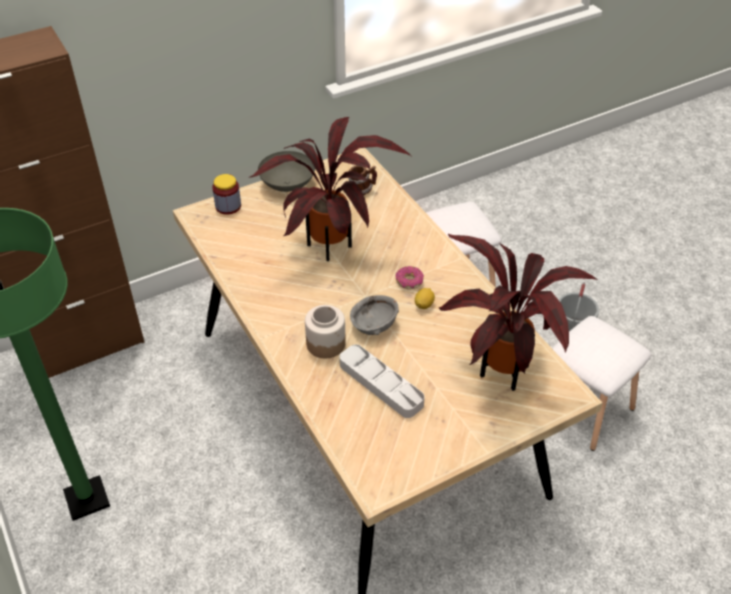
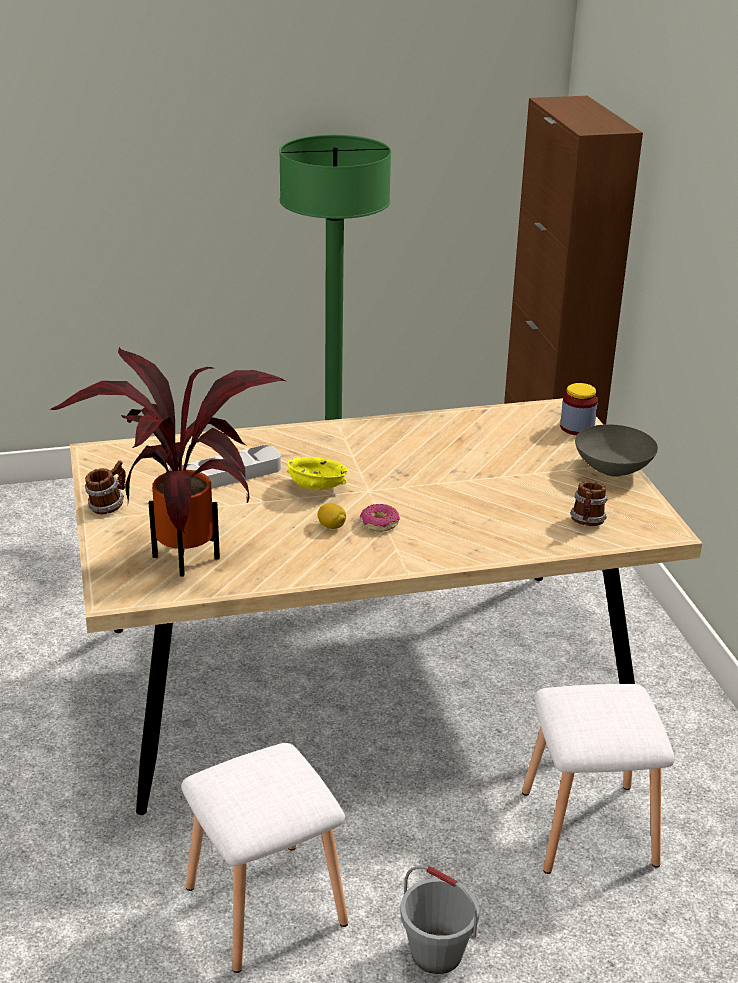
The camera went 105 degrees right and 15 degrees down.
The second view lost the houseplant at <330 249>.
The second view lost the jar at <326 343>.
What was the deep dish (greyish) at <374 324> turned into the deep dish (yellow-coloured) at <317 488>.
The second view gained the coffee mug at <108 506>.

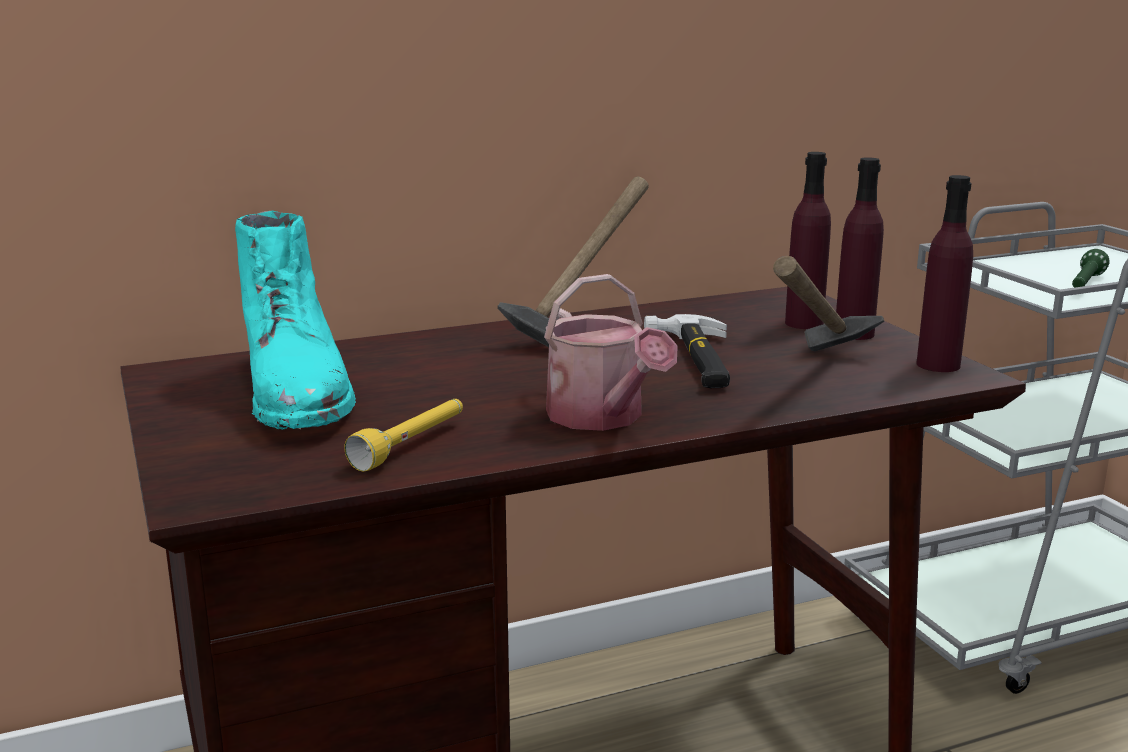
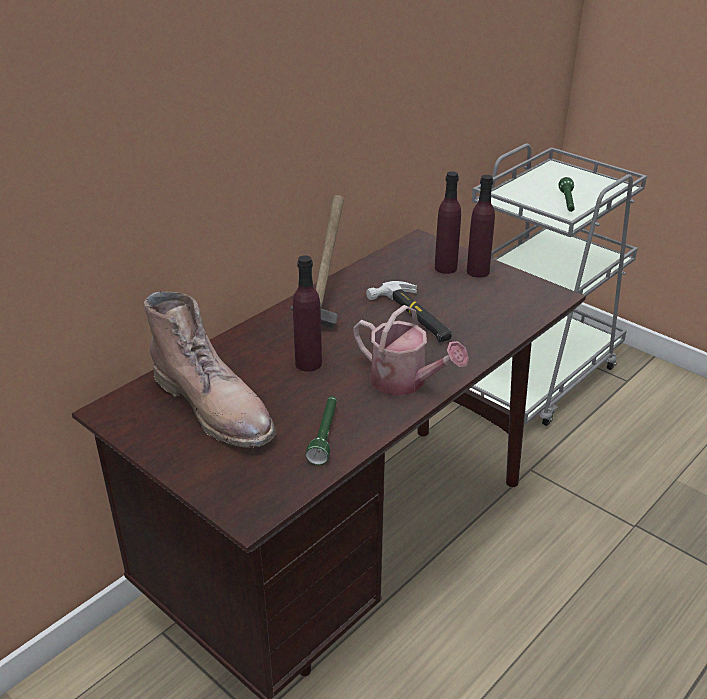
The camera went 25 degrees left and 15 degrees up.
What was the boot (turquoise) at <299 392> turned into the boot (brown-coloured) at <216 407>.
What was the torch (yellow-coloured) at <411 445> turned into the torch (greenish) at <325 435>.
The second view lost the hammer at <817 380>.
The bottle (purple-coloured) ended up elsewhere, having gone from <938 365> to <308 363>.

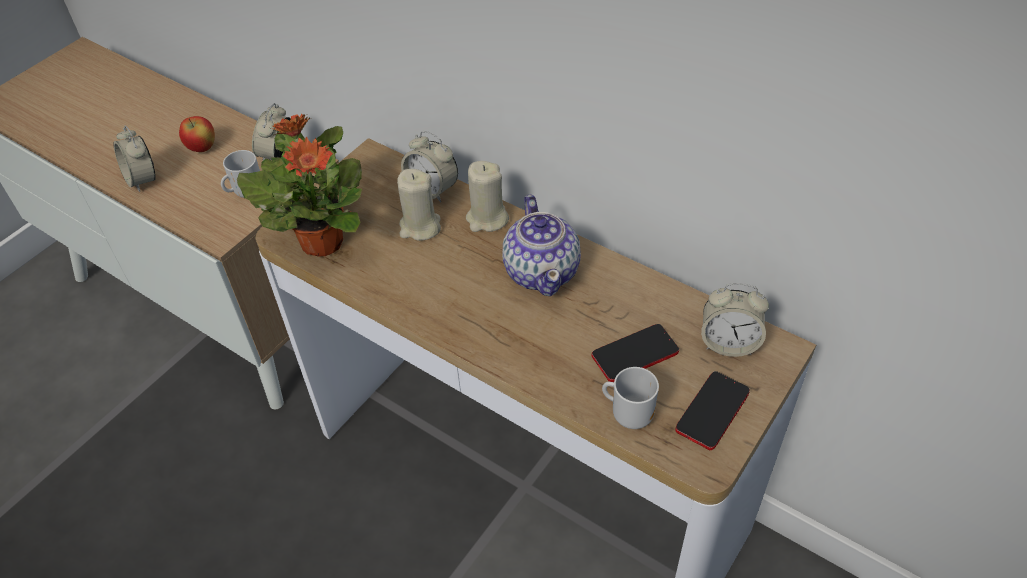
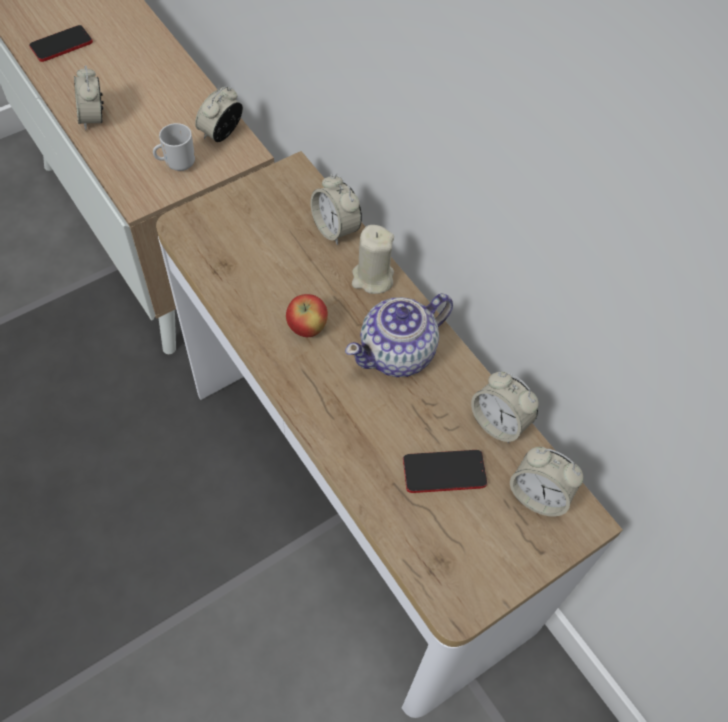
The camera went 15 degrees right and 10 degrees up.
The apple fruit ended up elsewhere, having gone from <202 148> to <307 328>.
The second view lost the houseplant at <322 241>.
The second view lost the wax light (beige-coloured) at <420 227>.
The tea pot at <542 271> ended up facing another way, 45 degrees clockwise from before.
The second view lost the coffee mug at <630 414>.
The telephone ended up elsewhere, having gone from <712 411> to <61 45>.
The second view gained the bedside clock at <499 422>.

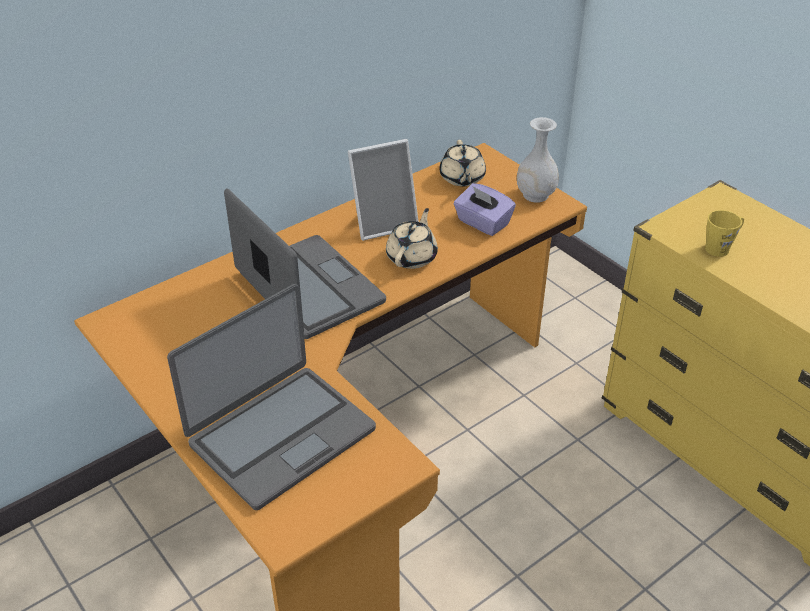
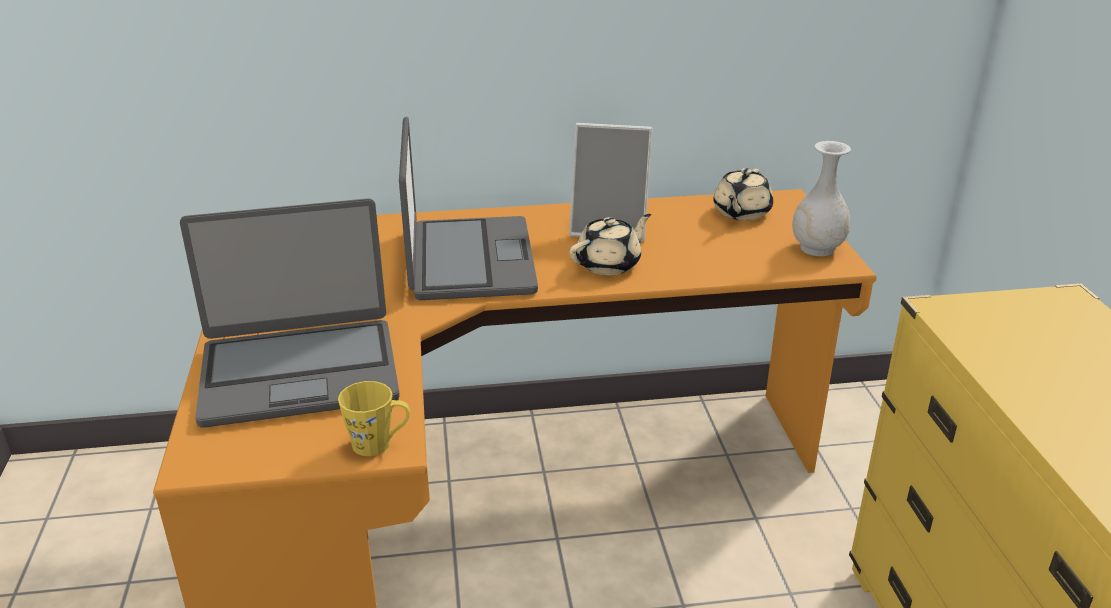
The camera went 30 degrees right and 10 degrees down.
The second view lost the box of tissues (purple-coloured) at <482 223>.
The coffee mug (yellow-coloured) ended up elsewhere, having gone from <720 248> to <379 444>.

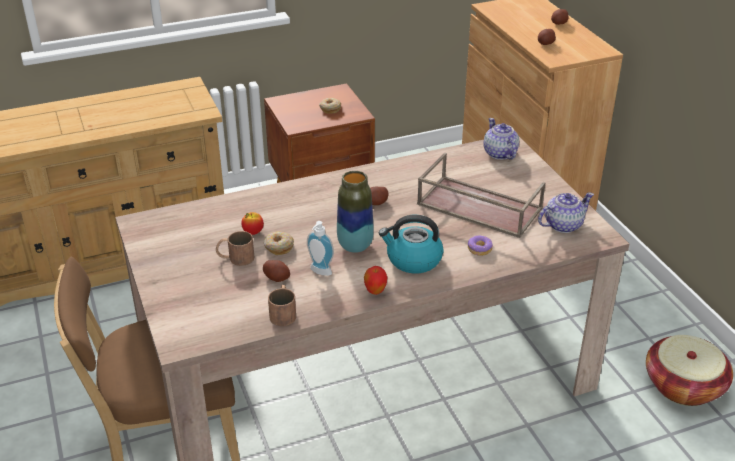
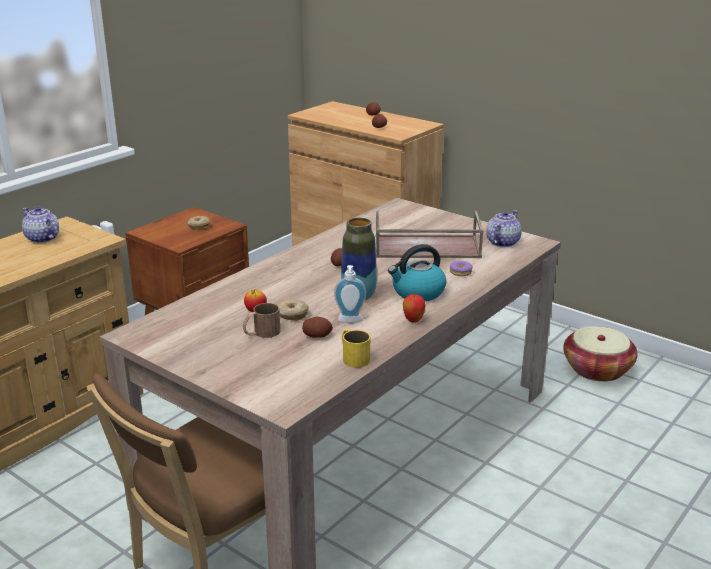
The camera went 30 degrees left and 10 degrees down.
What was the coffee mug (brown-coloured) at <283 312> turned into the coffee mug (yellow-coloured) at <353 357>.
The tea pot ended up elsewhere, having gone from <500 154> to <42 238>.

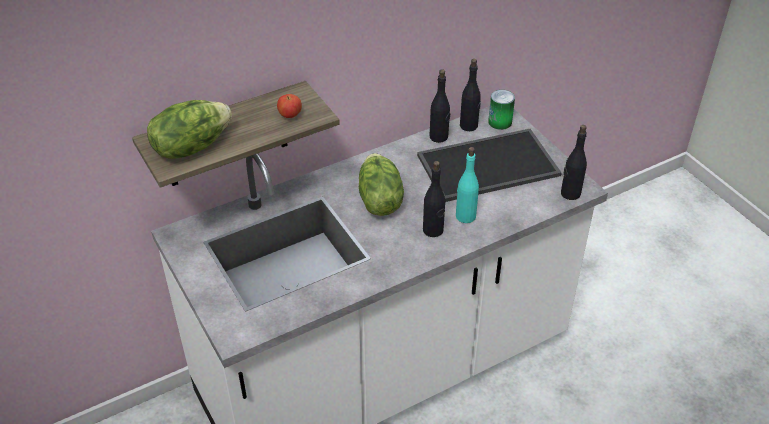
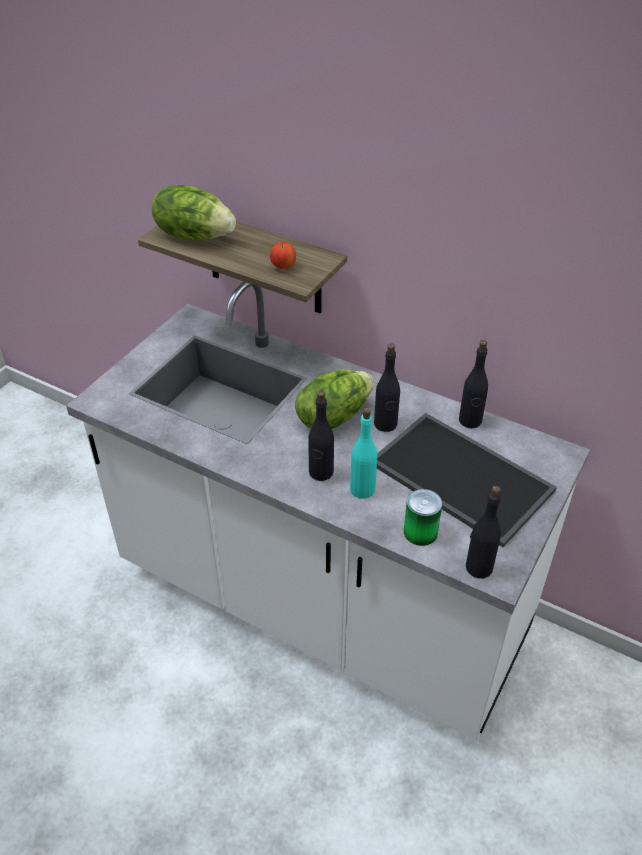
The camera went 60 degrees right and 0 degrees up.
The bottle (blackish) ended up elsewhere, having gone from <469 126> to <385 424>.
The metal can ended up elsewhere, having gone from <500 122> to <420 532>.

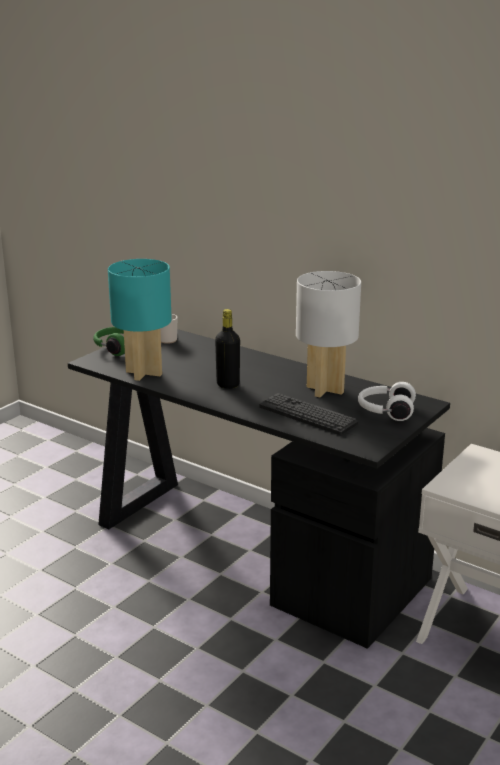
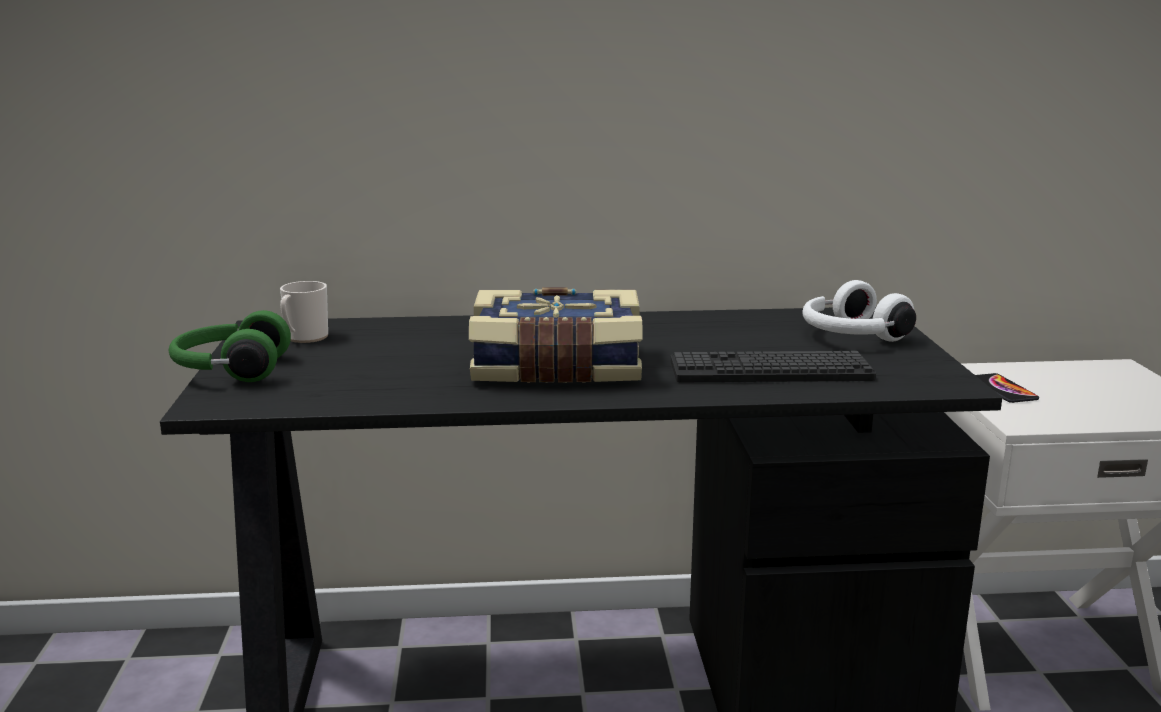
The camera went 40 degrees left and 5 degrees down.
The second view lost the table lamp (turquoise) at <143 373>.
Where the bottle (blackish) stood at <228 384>, the bound book came to stand at <556 367>.
The second view lost the table lamp (whitish) at <326 389>.
The second view gained the telephone at <1002 389>.

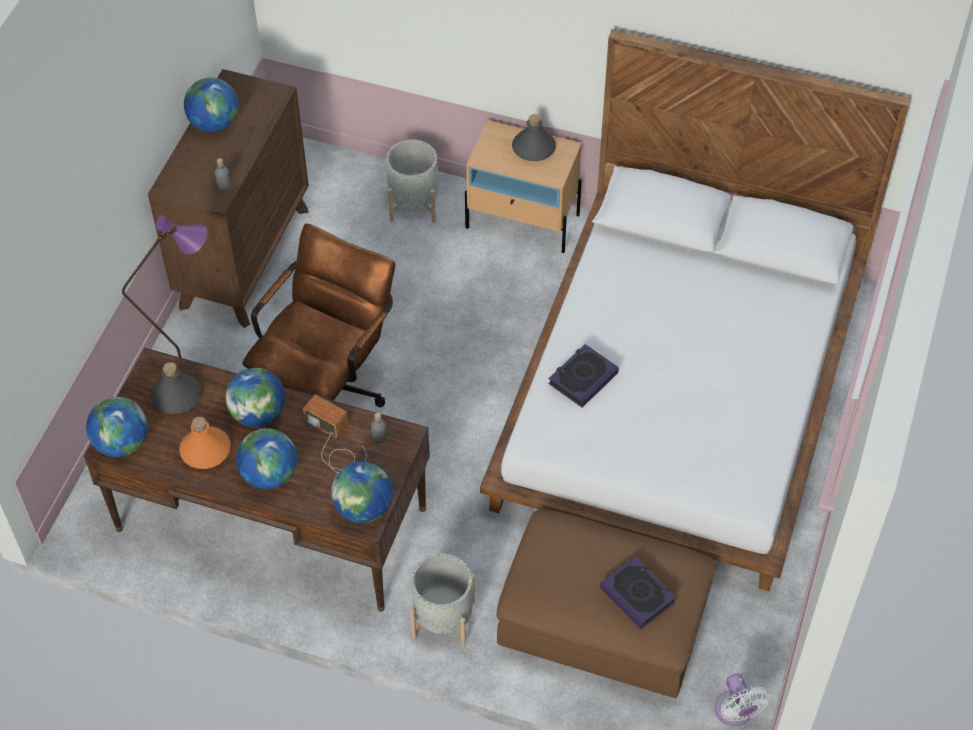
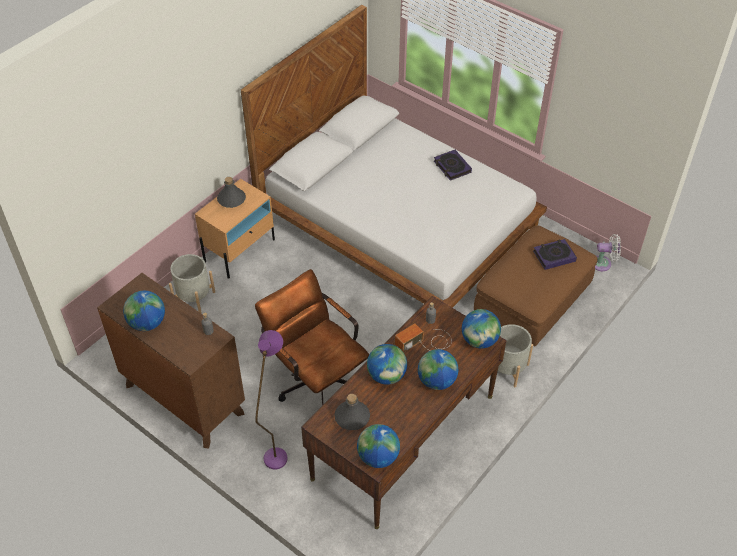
The camera went 70 degrees left and 5 degrees down.
The second view lost the bottle (orange-coloured) at <205 450>.
The bound book ended up elsewhere, having gone from <583 378> to <452 167>.

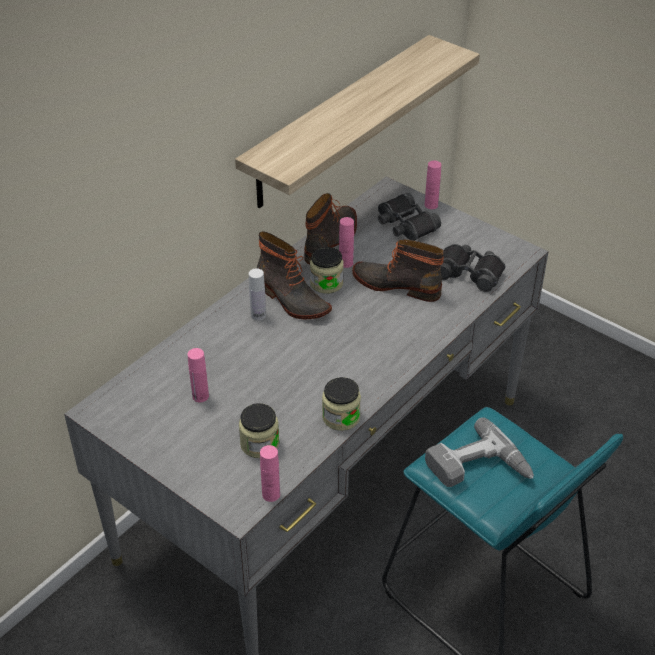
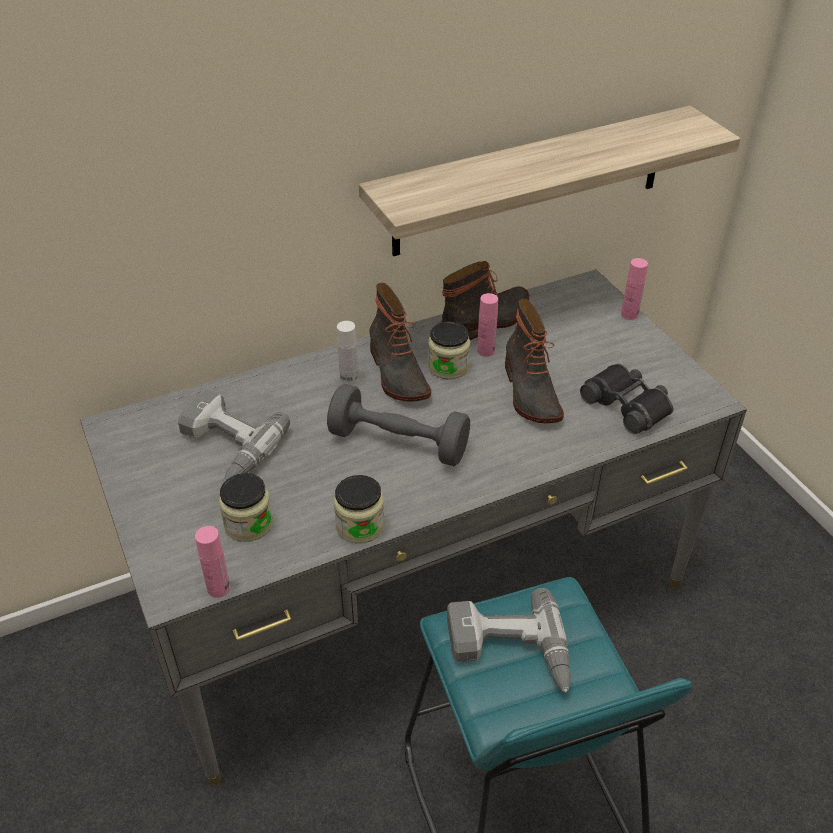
The camera went 25 degrees right and 0 degrees up.
Where the bottle (pinkish) stood at <200 396>, the drill came to stand at <225 447>.
The boot at <397 284> ended up facing another way, 150 degrees counterclockwise from before.
The second view lost the binoculars (blackish) at <405 225>.
The second view gained the dumbbell (greyish) at <398 443>.

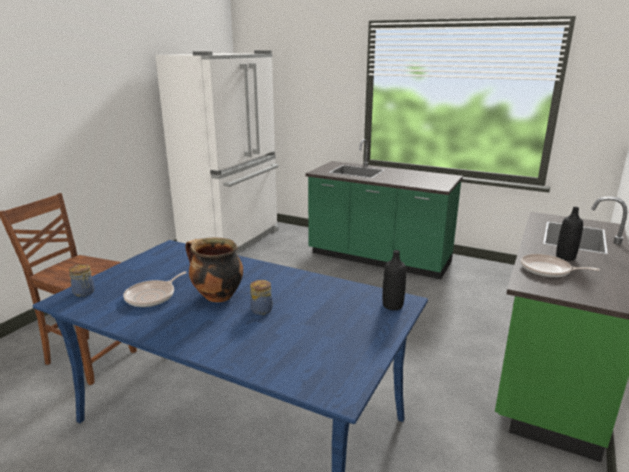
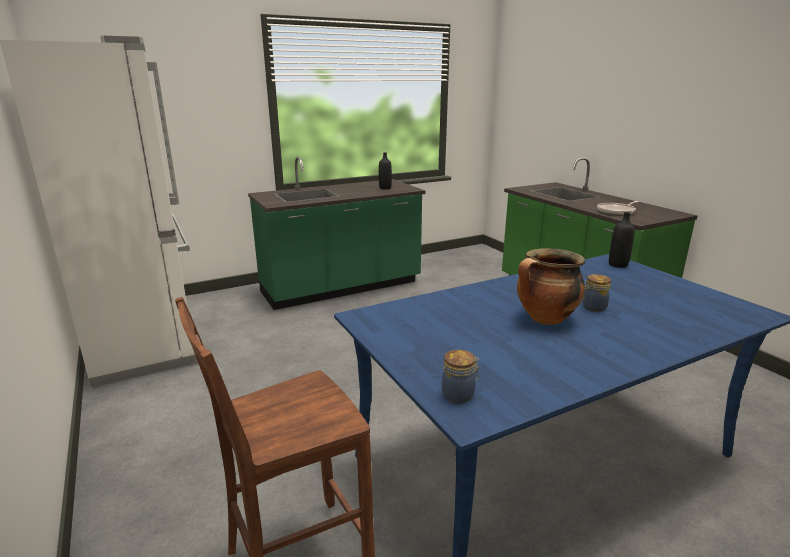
The camera went 55 degrees left and 0 degrees up.
The second view lost the pan at <152 296>.
The bottle (blackish) ended up elsewhere, having gone from <565 257> to <385 188>.

